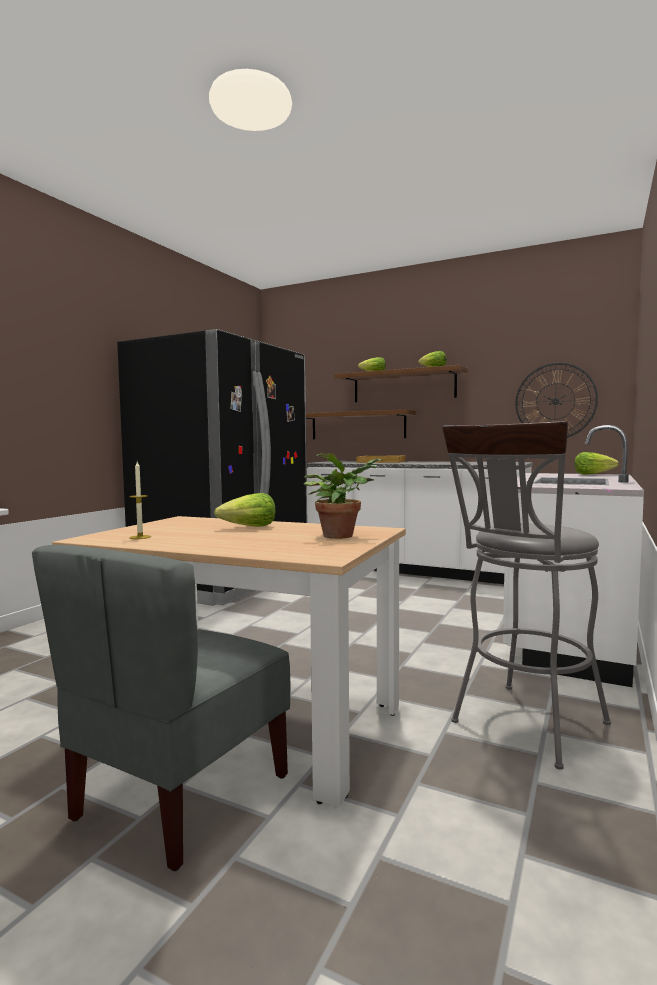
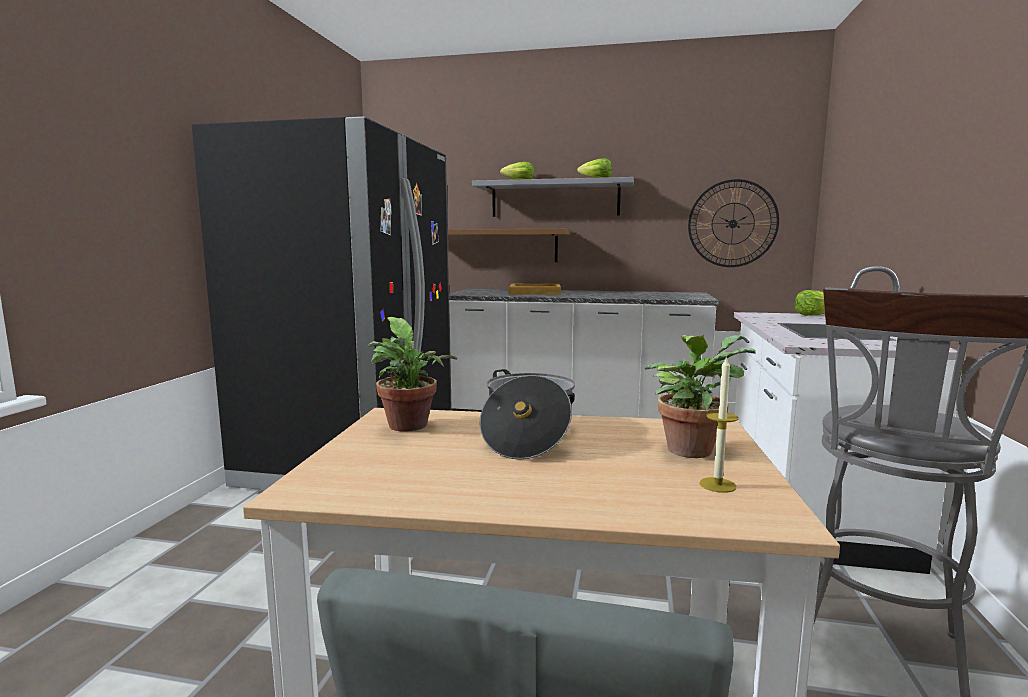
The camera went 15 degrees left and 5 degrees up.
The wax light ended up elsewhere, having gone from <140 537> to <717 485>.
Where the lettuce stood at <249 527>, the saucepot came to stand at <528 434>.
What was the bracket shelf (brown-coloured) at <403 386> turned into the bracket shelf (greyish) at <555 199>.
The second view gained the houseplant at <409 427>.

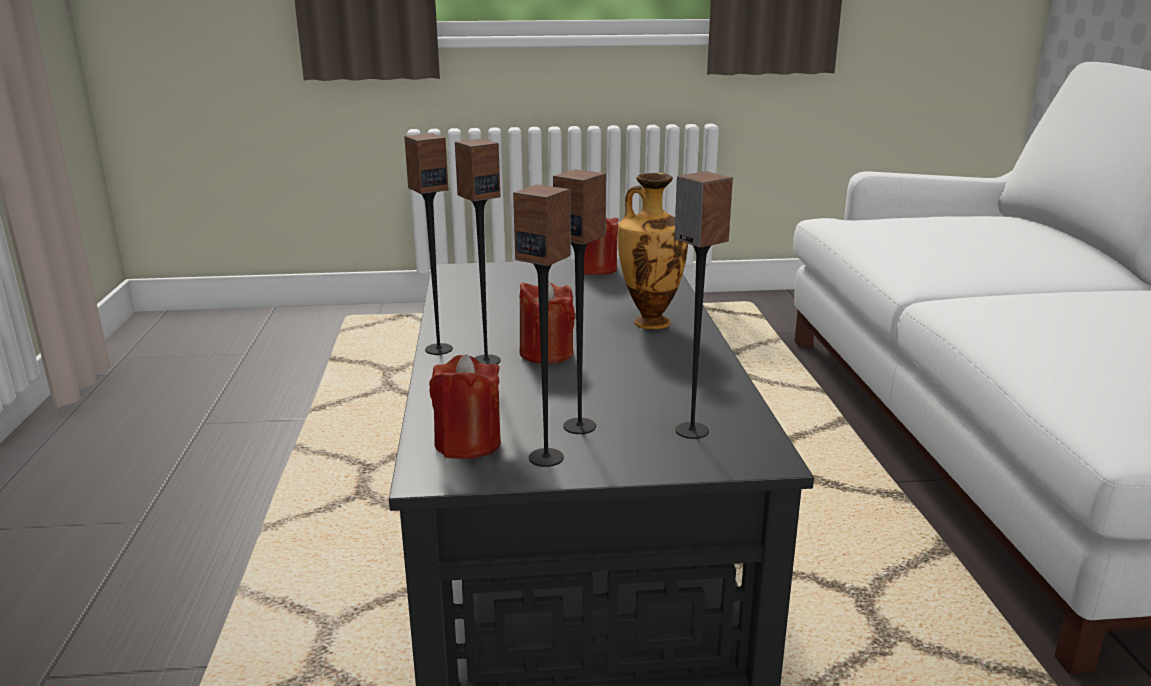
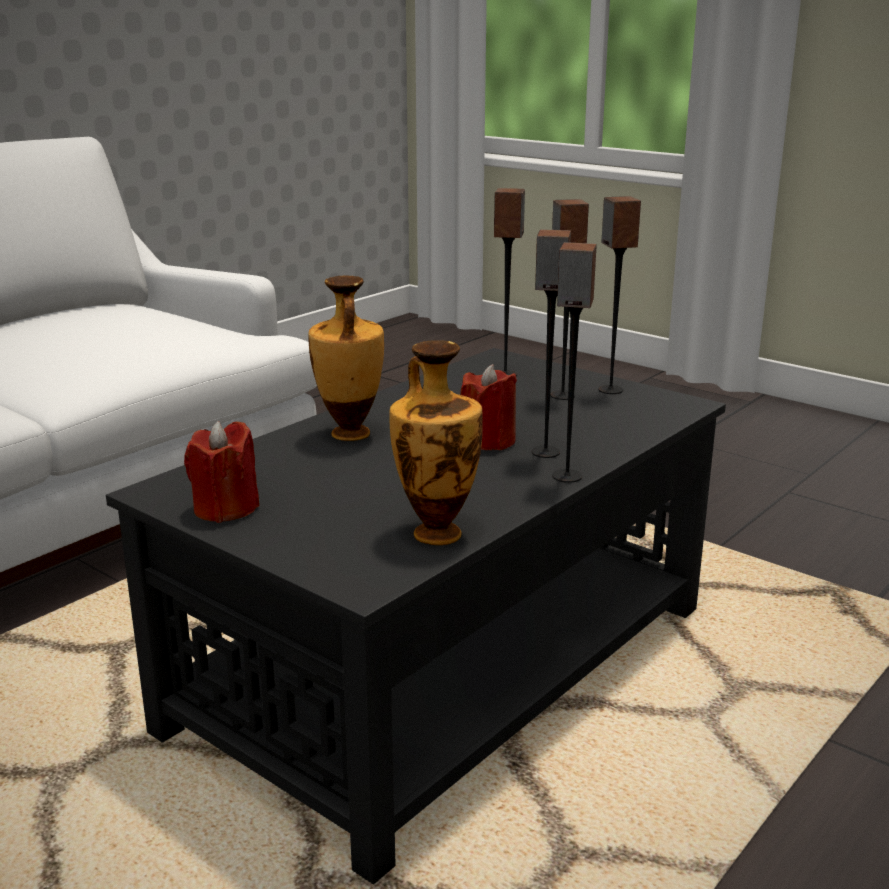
The camera went 135 degrees left and 0 degrees up.
The second view lost the wax light (red) at <468 444>.
The second view gained the vase at <436 532>.

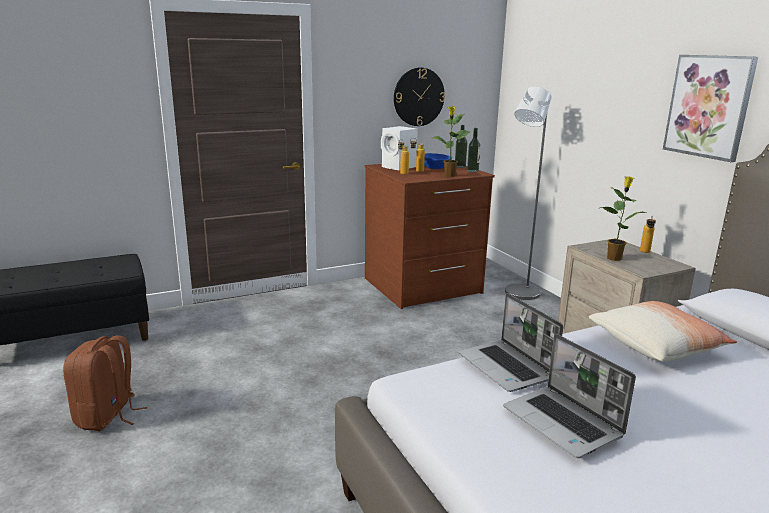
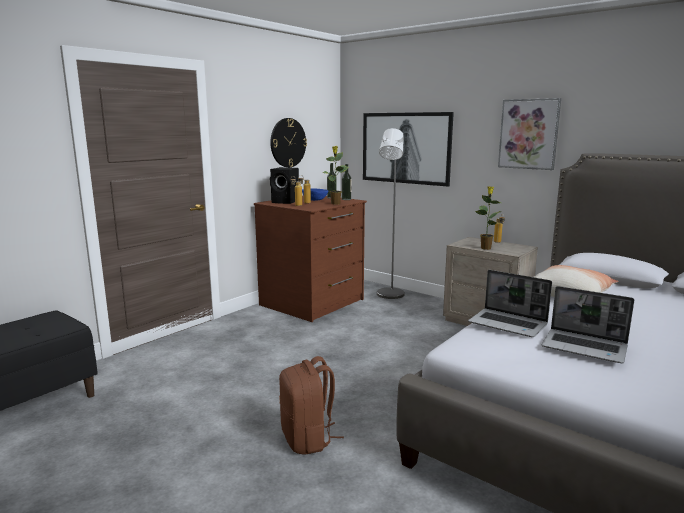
The camera went 25 degrees left and 5 degrees down.
The backpack (brown-coloured) ended up elsewhere, having gone from <107 416> to <308 439>.
What was the speaker (whitish) at <399 167> turned into the speaker (blackish) at <286 202>.
The second view gained the wall art at <406 148>.

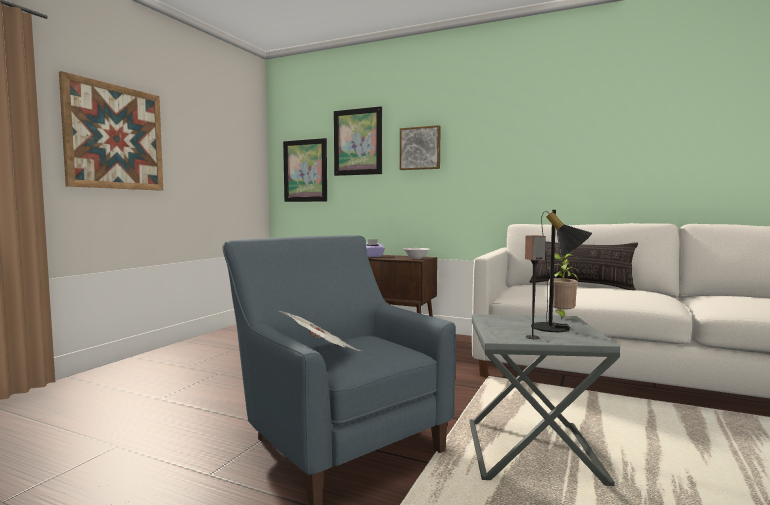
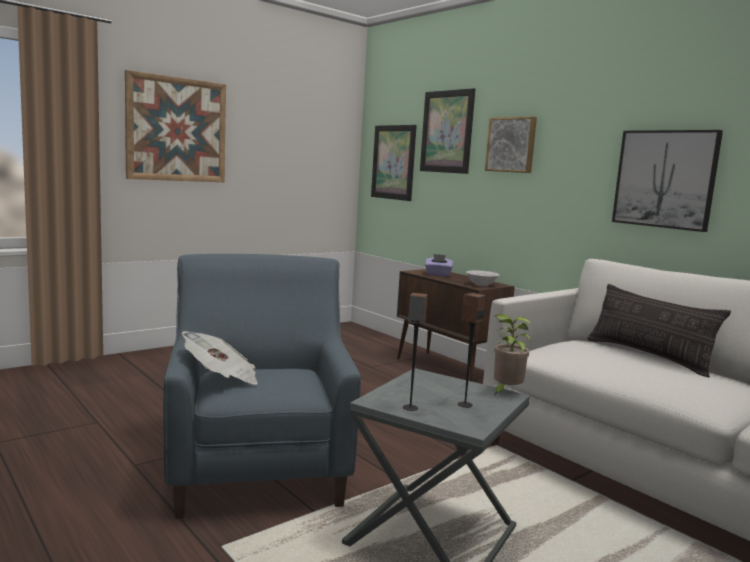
The camera went 25 degrees right and 5 degrees up.
Where the table lamp (blackish) stood at <558 328>, the speaker came to stand at <464 404>.
The second view gained the wall art at <665 179>.

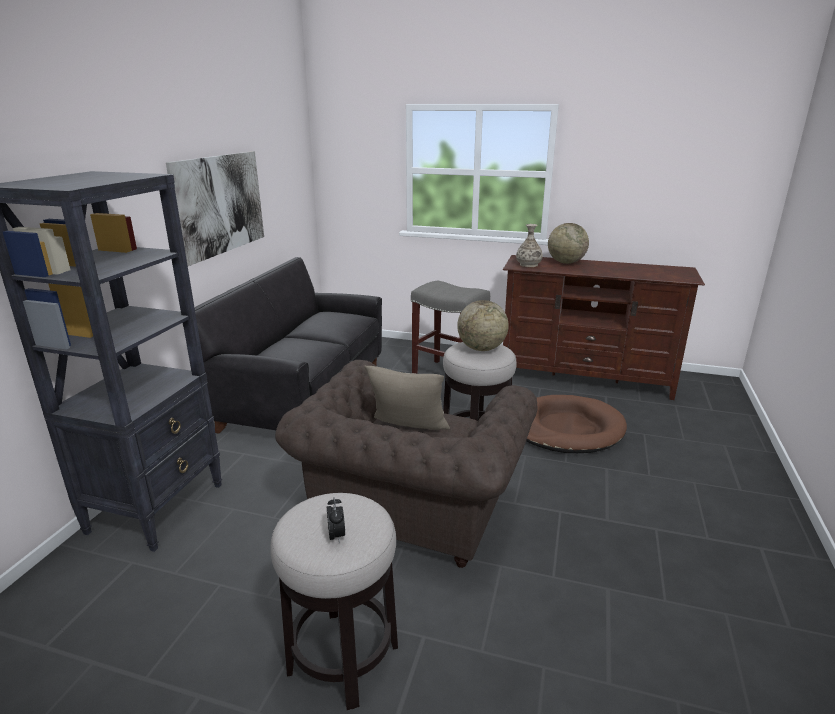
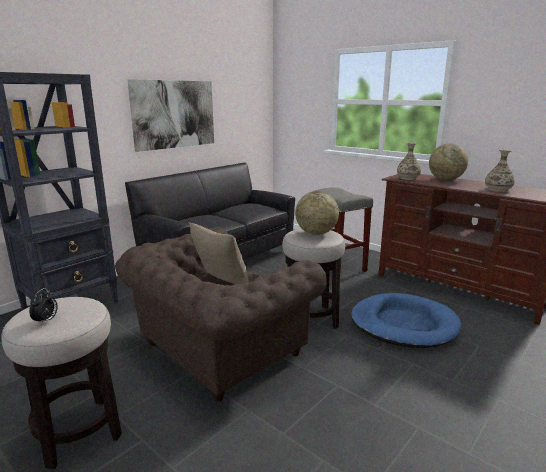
The camera went 25 degrees right and 5 degrees down.
What was the dog cushion (brown-coloured) at <567 428> turned into the dog cushion (bluish) at <403 324>.
The second view gained the vase at <498 190>.

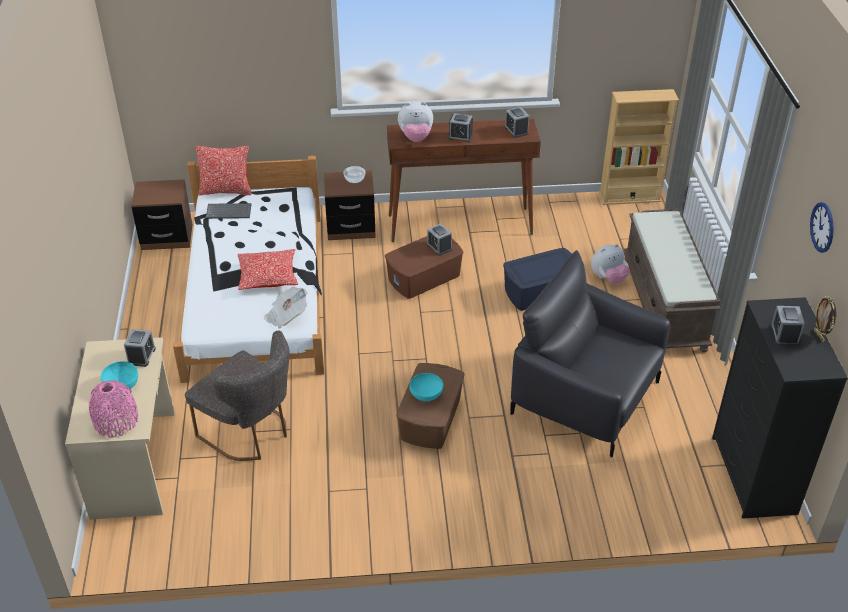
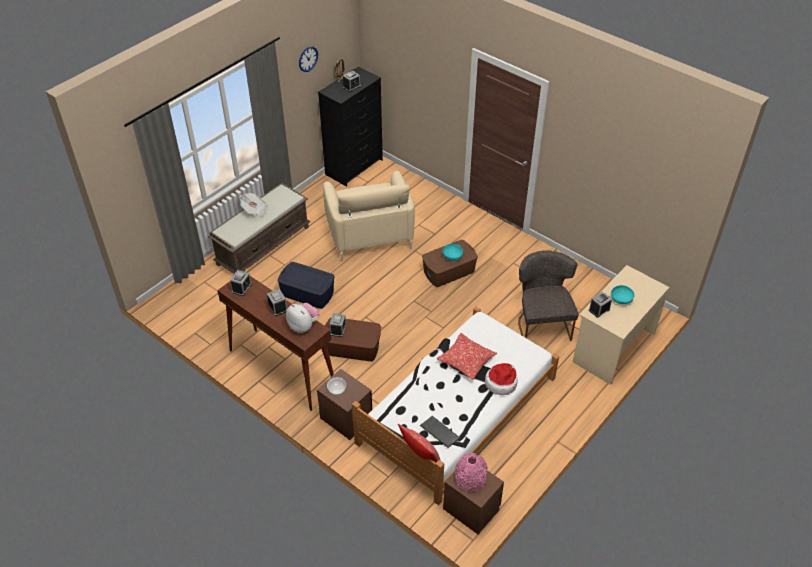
The camera went 135 degrees left and 5 degrees up.
The vase (pinkish) ended up elsewhere, having gone from <116 421> to <470 478>.
The printed paper ended up elsewhere, having gone from <286 316> to <255 211>.
What was the easy chair (blackish) at <585 398> turned into the easy chair (beige-coloured) at <369 233>.
The second view lost the cuddly toy at <608 278>.
The second view lost the bookcase (beige-coloured) at <629 197>.
The second view gained the hat at <501 382>.

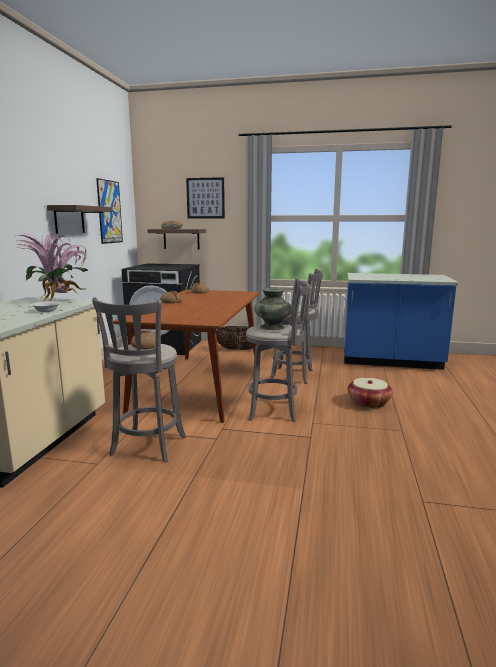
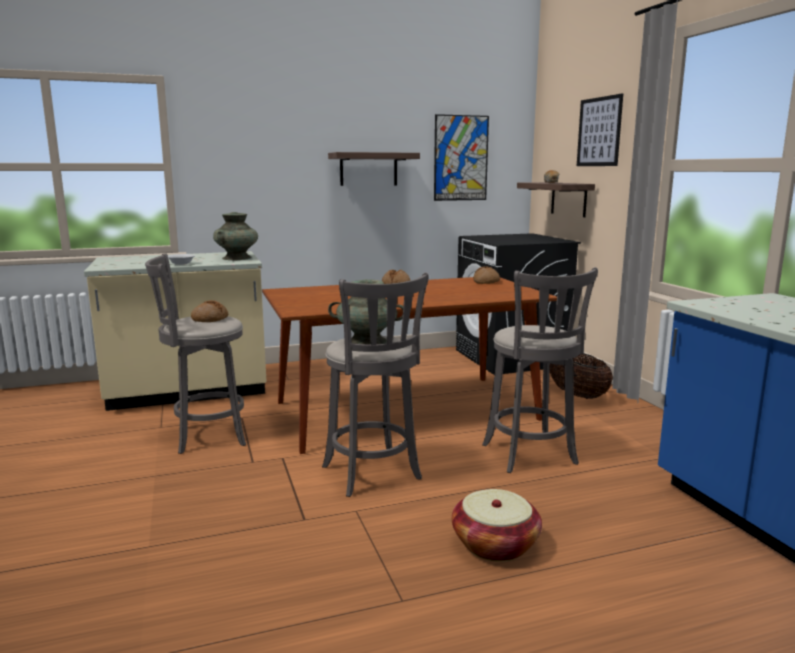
The camera went 60 degrees right and 0 degrees up.
Where the houseplant stood at <60 301>, the vase (turquoise) came to stand at <236 258>.

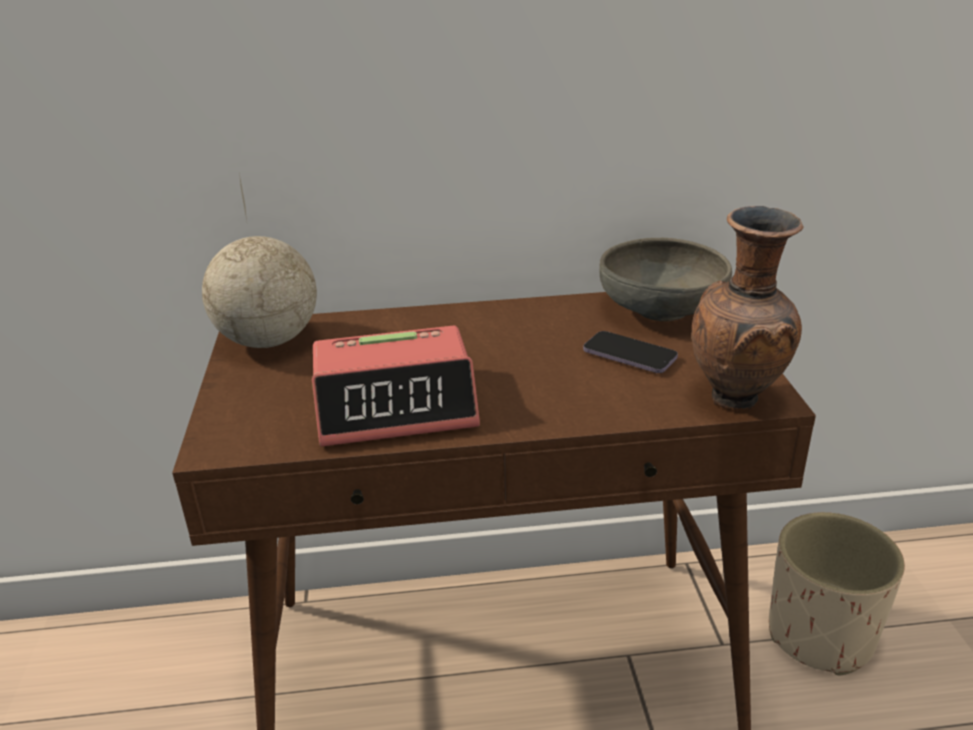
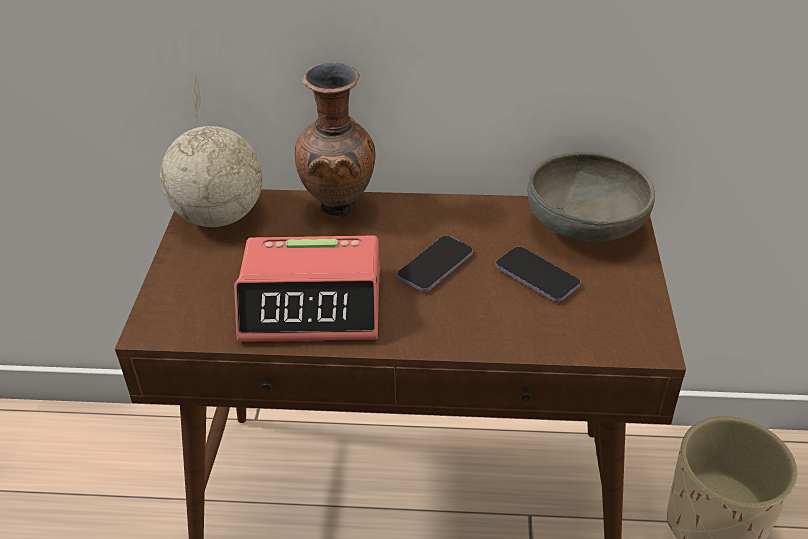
The camera went 10 degrees right and 10 degrees up.
The vase (brown-coloured) ended up elsewhere, having gone from <737 400> to <340 209>.
The second view gained the telephone at <435 266>.

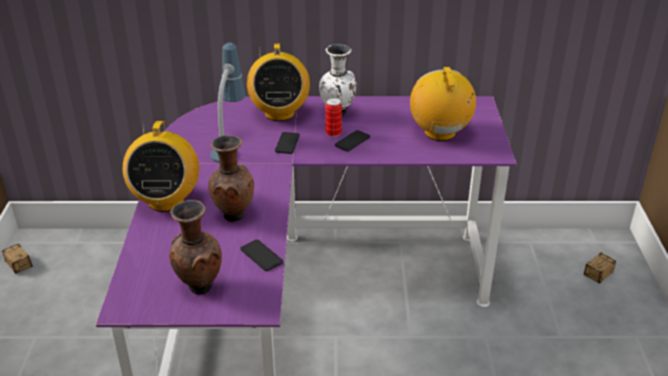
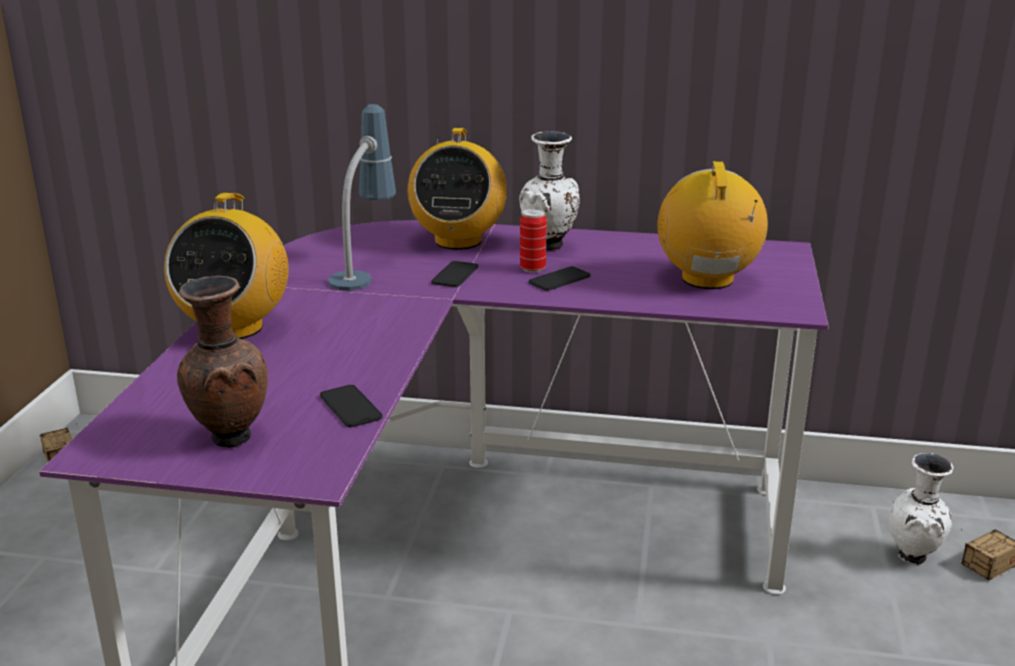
The camera went 10 degrees right and 10 degrees down.
The second view lost the vase (brown-coloured) at <233 215>.
The second view gained the vase (whitish) at <913 558>.

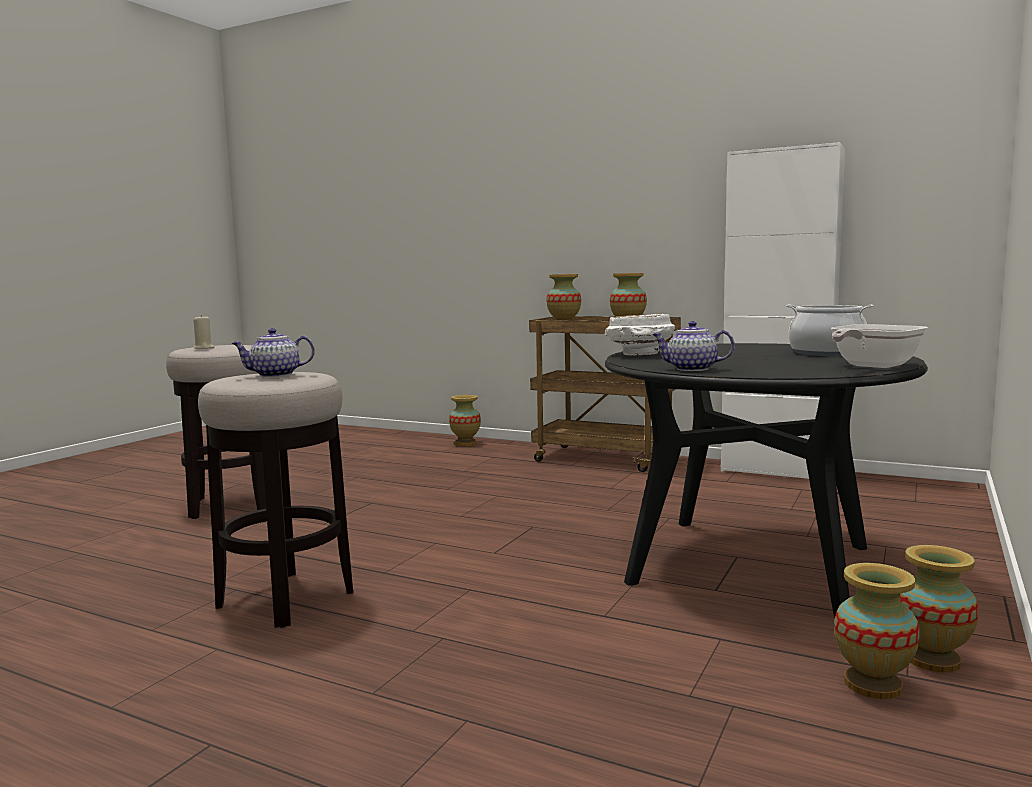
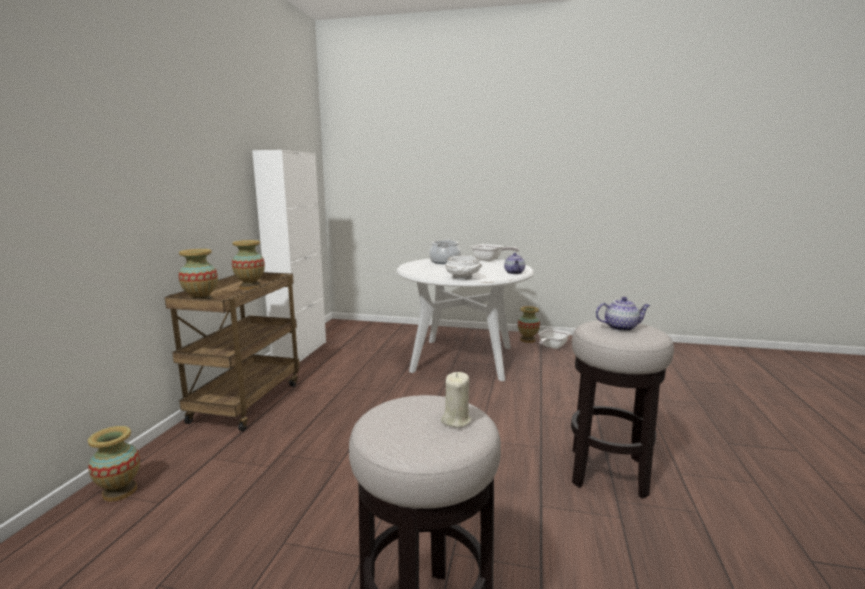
The camera went 105 degrees left and 5 degrees up.
The tea pot at <274 375> ended up facing another way, 60 degrees counterclockwise from before.
What was the dining table (blackish) at <751 564> turned into the dining table (whitish) at <463 359>.
Where the vase stood at <872 685>, the pan came to stand at <551 347>.

